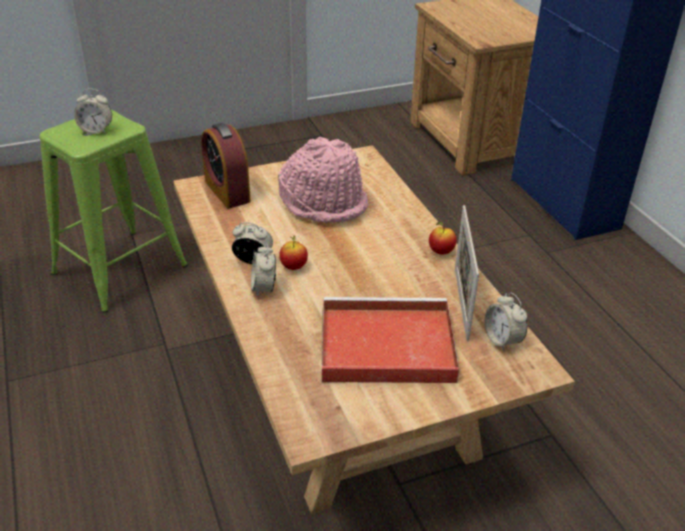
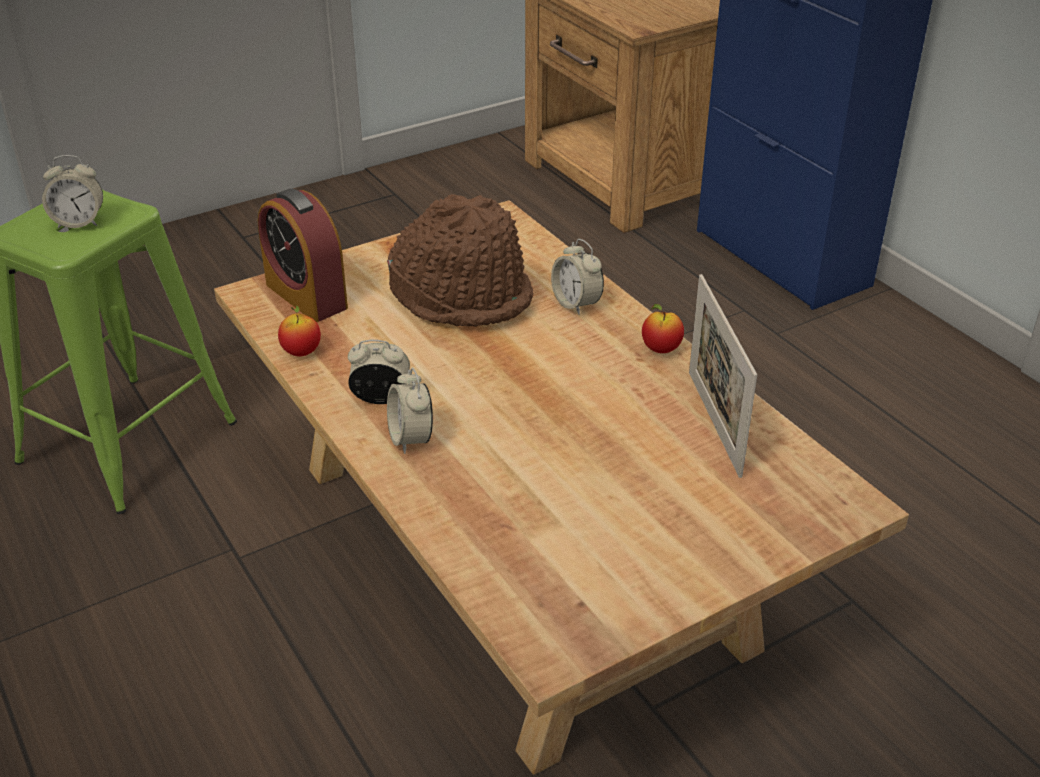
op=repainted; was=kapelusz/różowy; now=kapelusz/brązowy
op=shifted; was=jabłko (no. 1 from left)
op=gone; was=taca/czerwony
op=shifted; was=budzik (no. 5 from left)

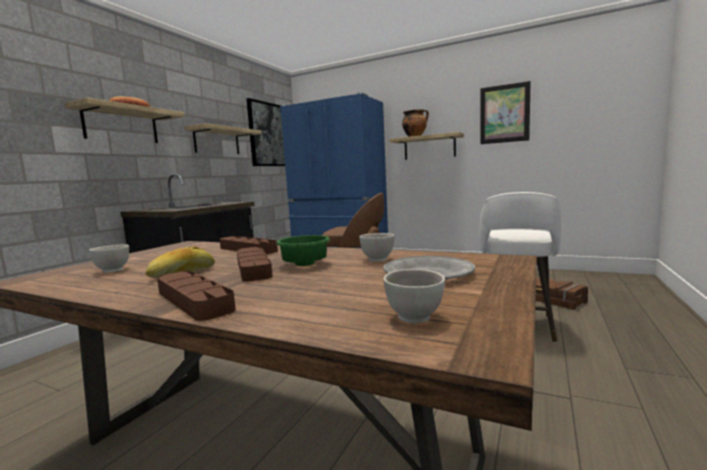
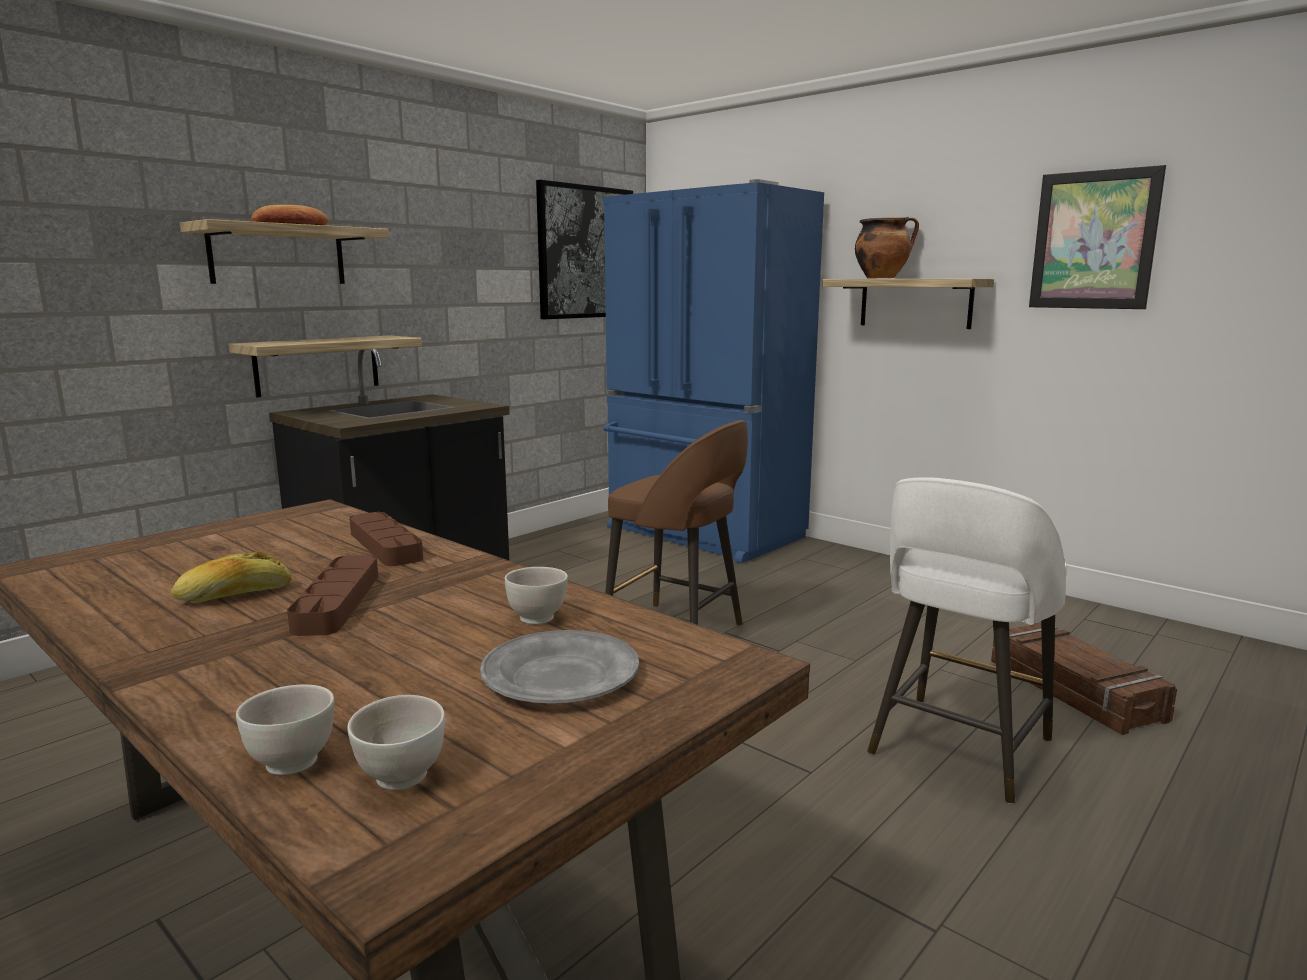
op=shifted; was=miska/biały (no. 1 from left)
op=gone; was=taca/brązowy (no. 1 from left)
op=shifted; was=półka (no. 2 from left)
op=gone; was=miska/zielony

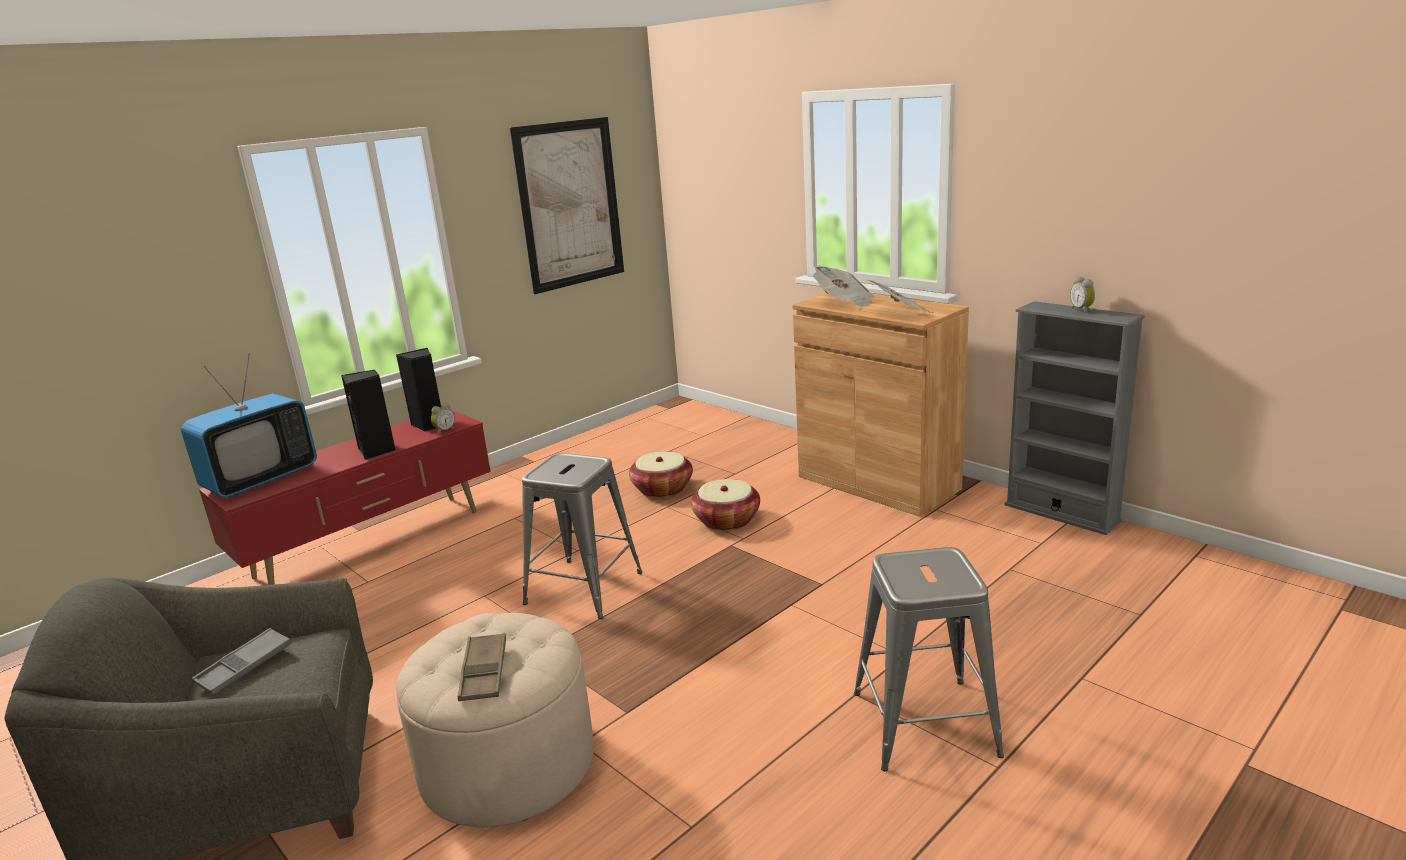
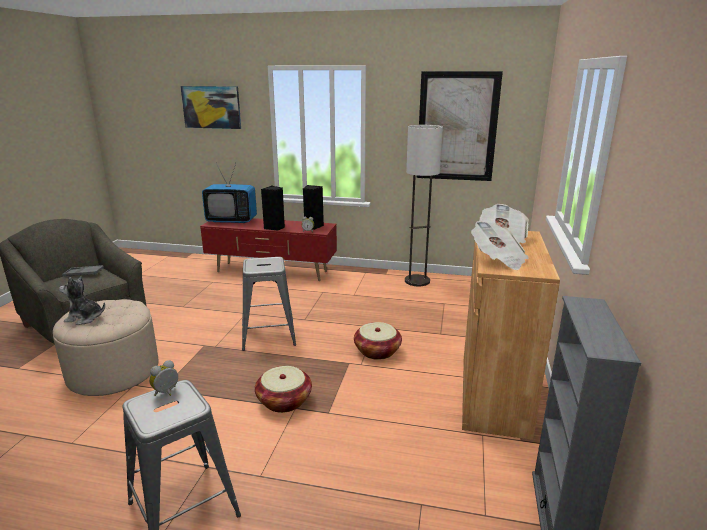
op=swapped; was=taca/brązowy; now=pluszak
op=shifted; was=koszyk (no. 1 from left)
op=shifted; was=budzik (no. 2 from left in the first image); now=budzik (no. 1 from left)
op=new; now=obraz (no. 1 from left)
op=new; now=lampa stojąca

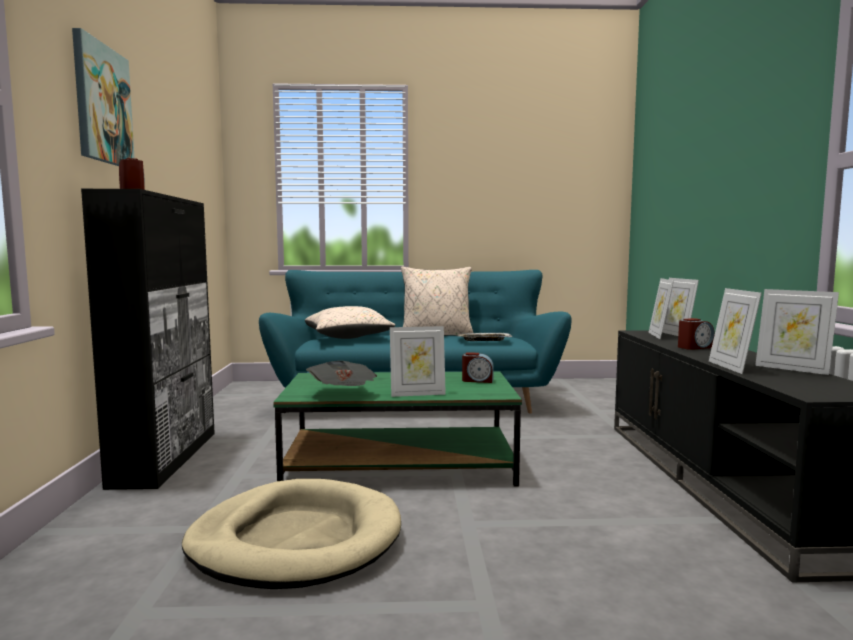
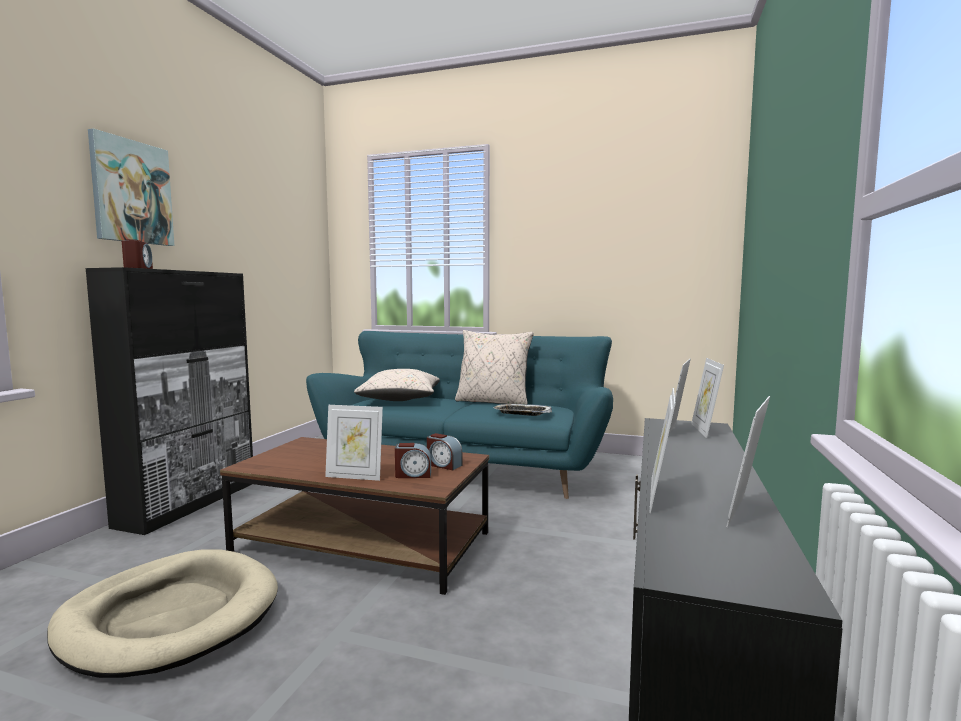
op=repainted; was=ława/zielony; now=ława/brązowy
op=gone; was=gazeta
op=shifted; was=budzik (no. 3 from left in the first image); now=budzik (no. 2 from left)
op=rotated; was=ramka na zdjęcie (no. 5 from left); clockwise=60

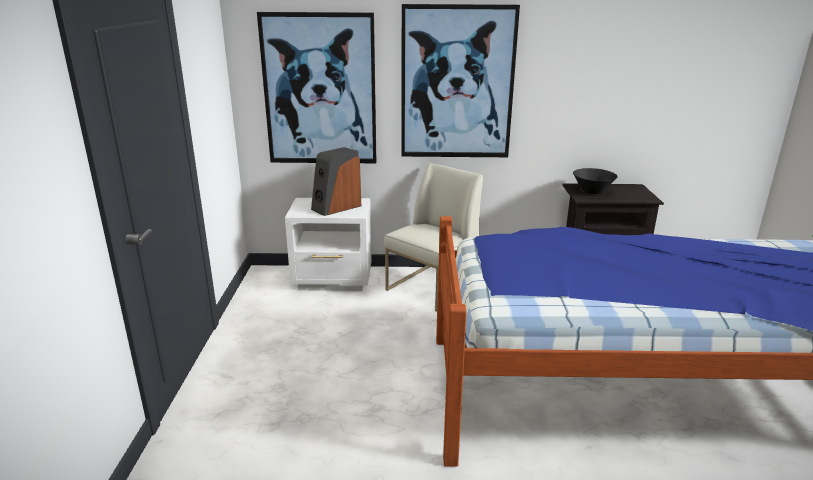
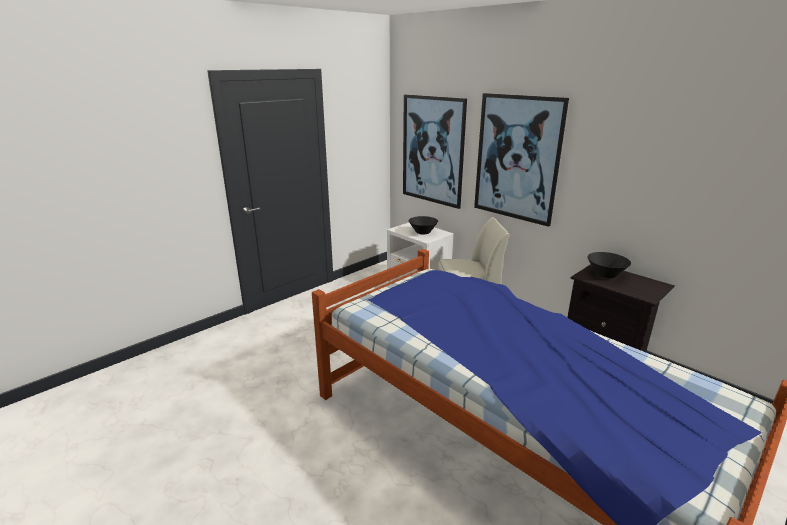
op=swapped; was=głośnik; now=miska/czarny (no. 1 from left)

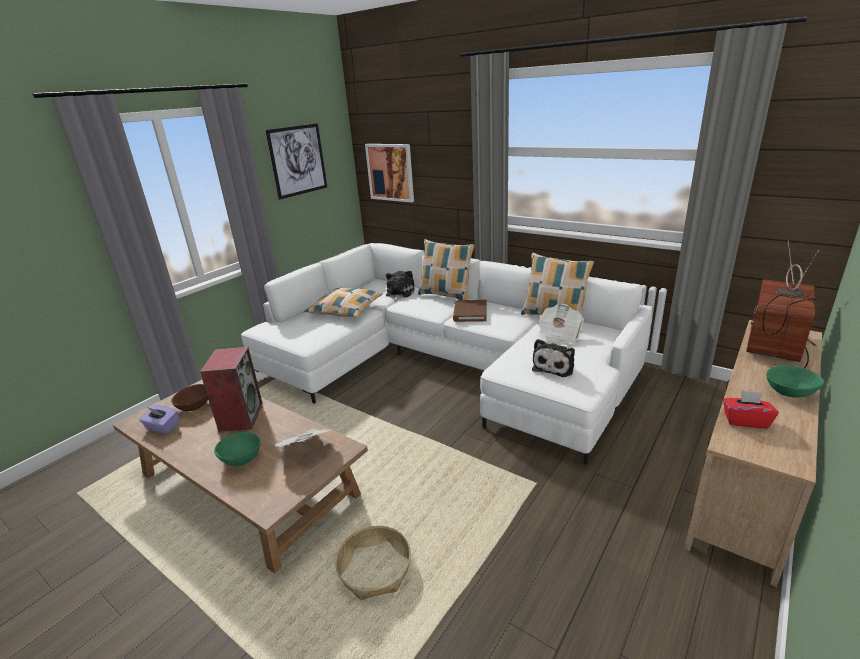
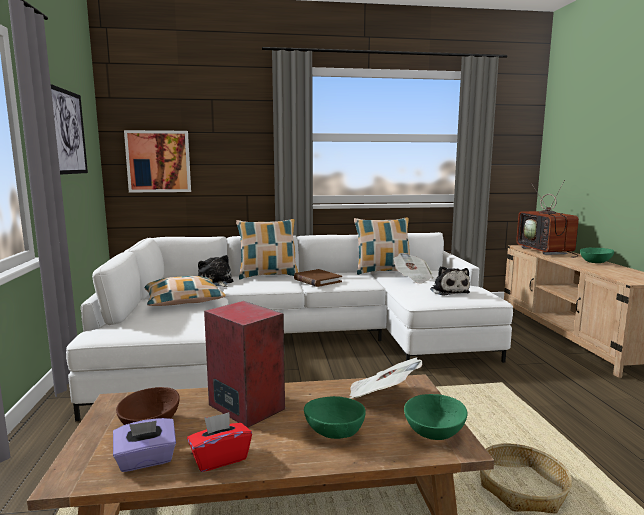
op=shifted; was=pudełko chusteczek/czerwony
op=new; now=miska/zielony (no. 2 from left)

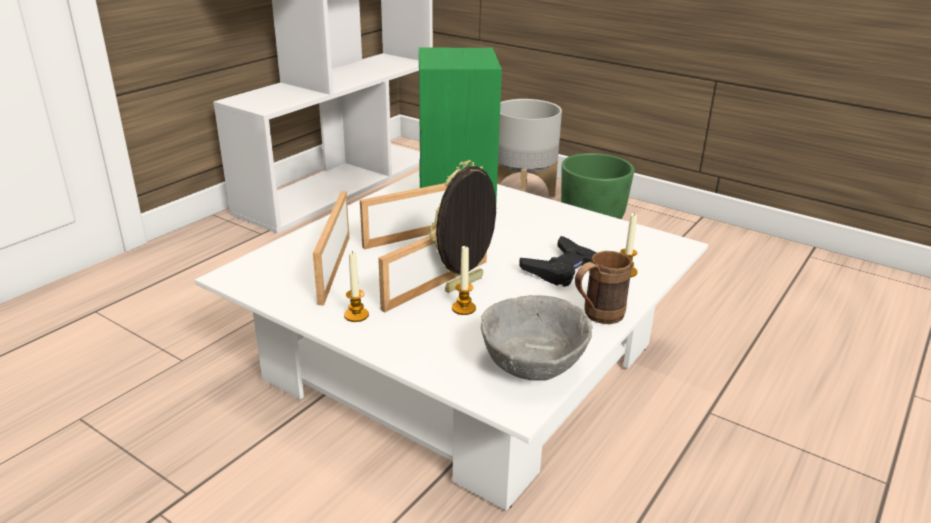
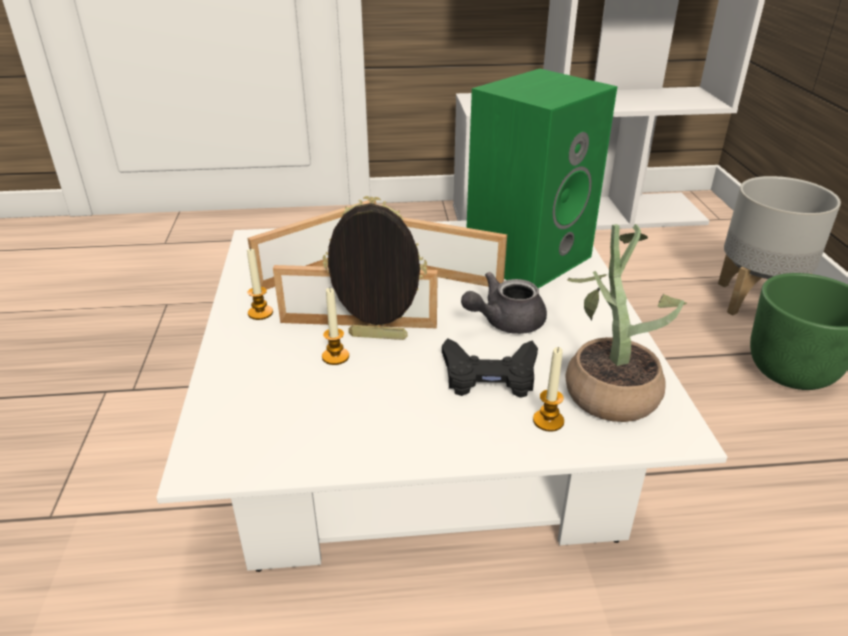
op=gone; was=miska/szary
op=gone; was=kubek/brązowy
op=new; now=imbryk/szary
op=new; now=roślina doniczkowa

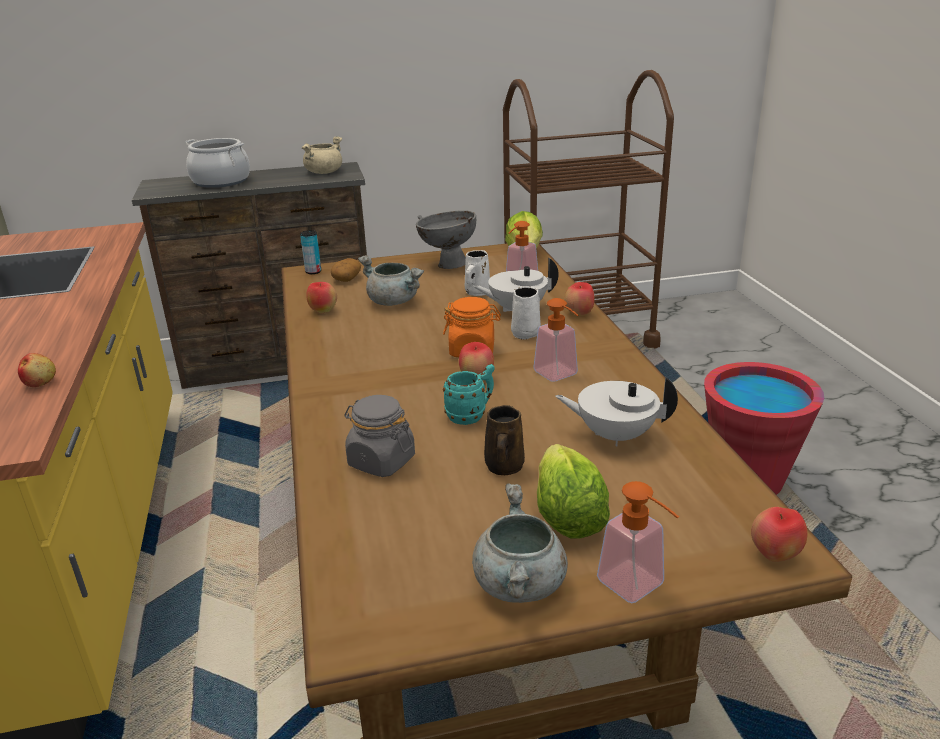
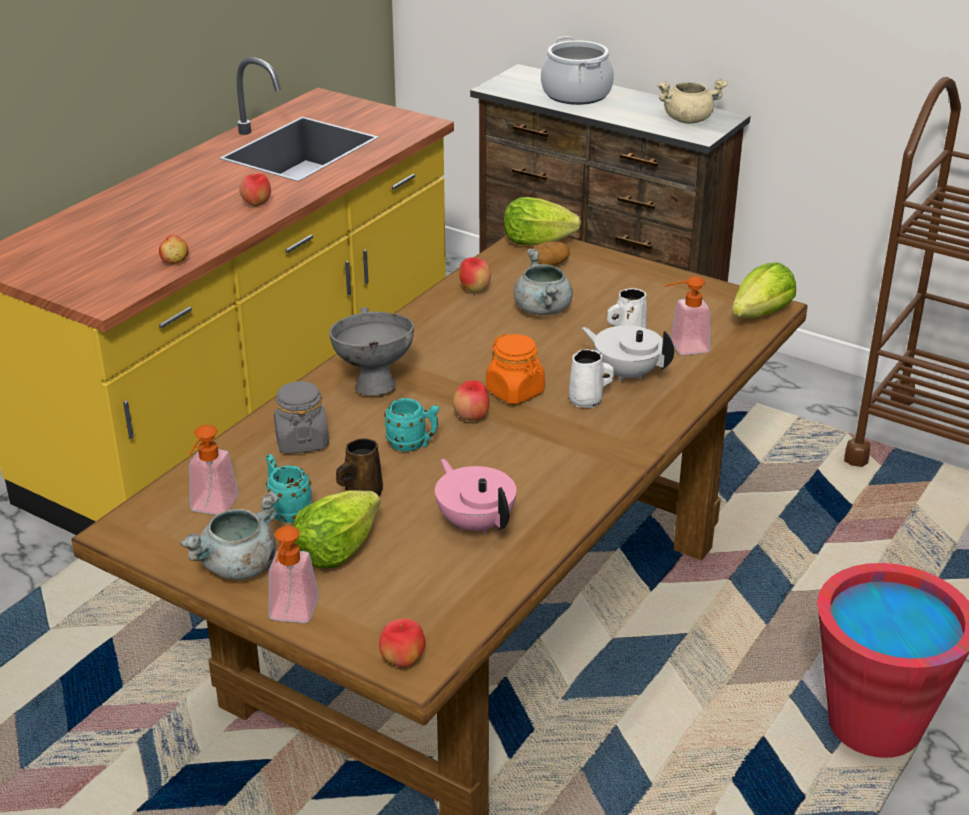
op=swapped; was=puszka; now=sałata (no. 2 from left)
op=shifted; was=miska/szary
op=shifted; was=dozownik mydła (no. 2 from left in the first image); now=dozownik mydła (no. 1 from left)
op=repainted; was=imbryk/biały (no. 2 from left); now=imbryk/różowy
op=shifted; was=jabłko (no. 4 from left in the first image); now=jabłko (no. 2 from left)
op=new; now=kubek/turkusowy (no. 1 from left)

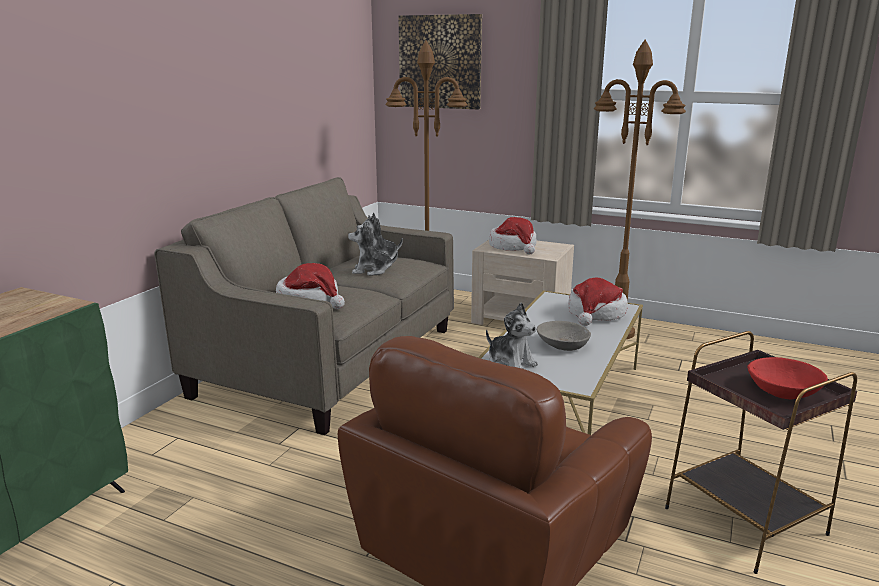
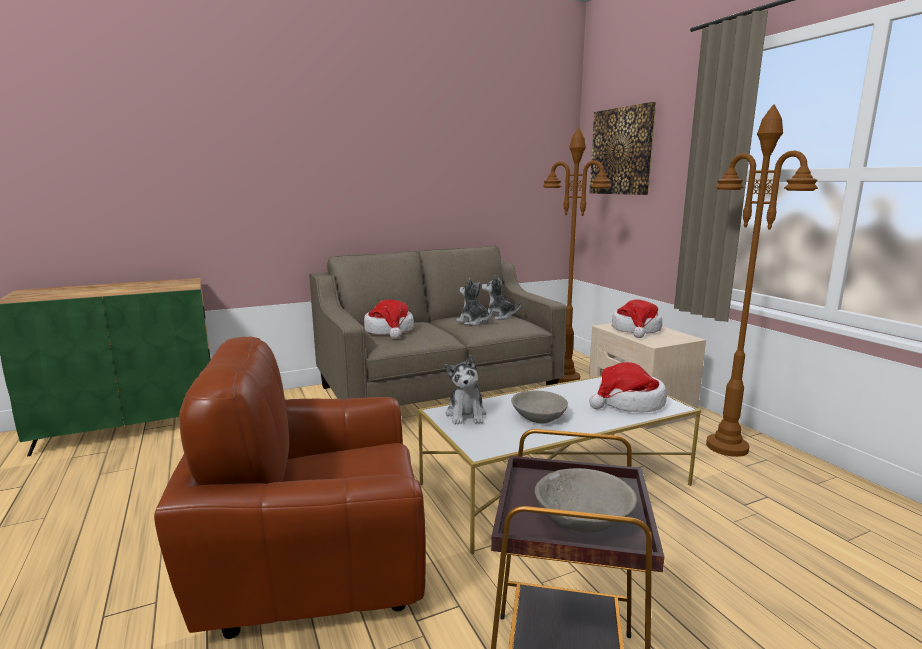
op=repainted; was=miska/czerwony; now=miska/szary (no. 2 from left)

